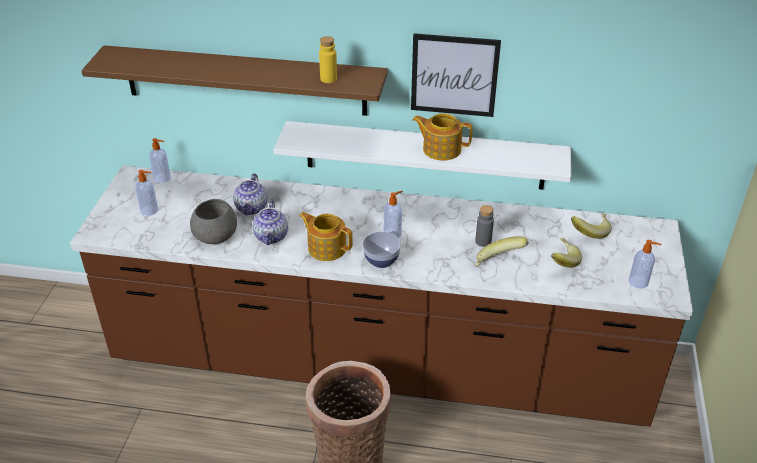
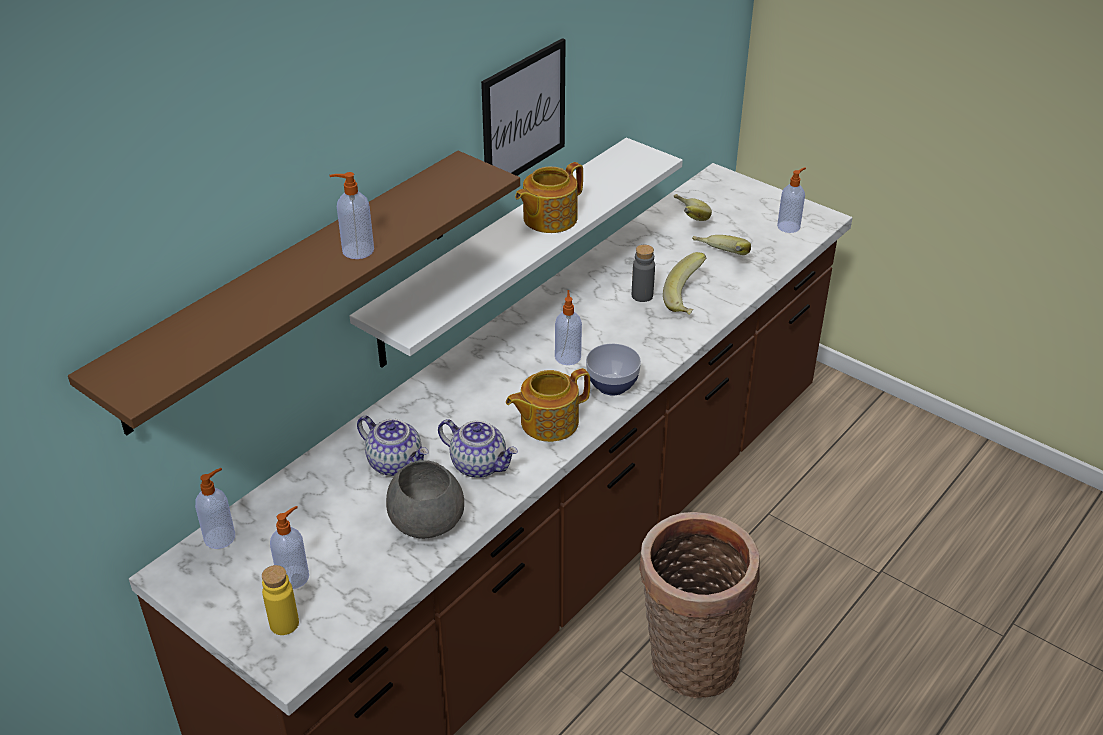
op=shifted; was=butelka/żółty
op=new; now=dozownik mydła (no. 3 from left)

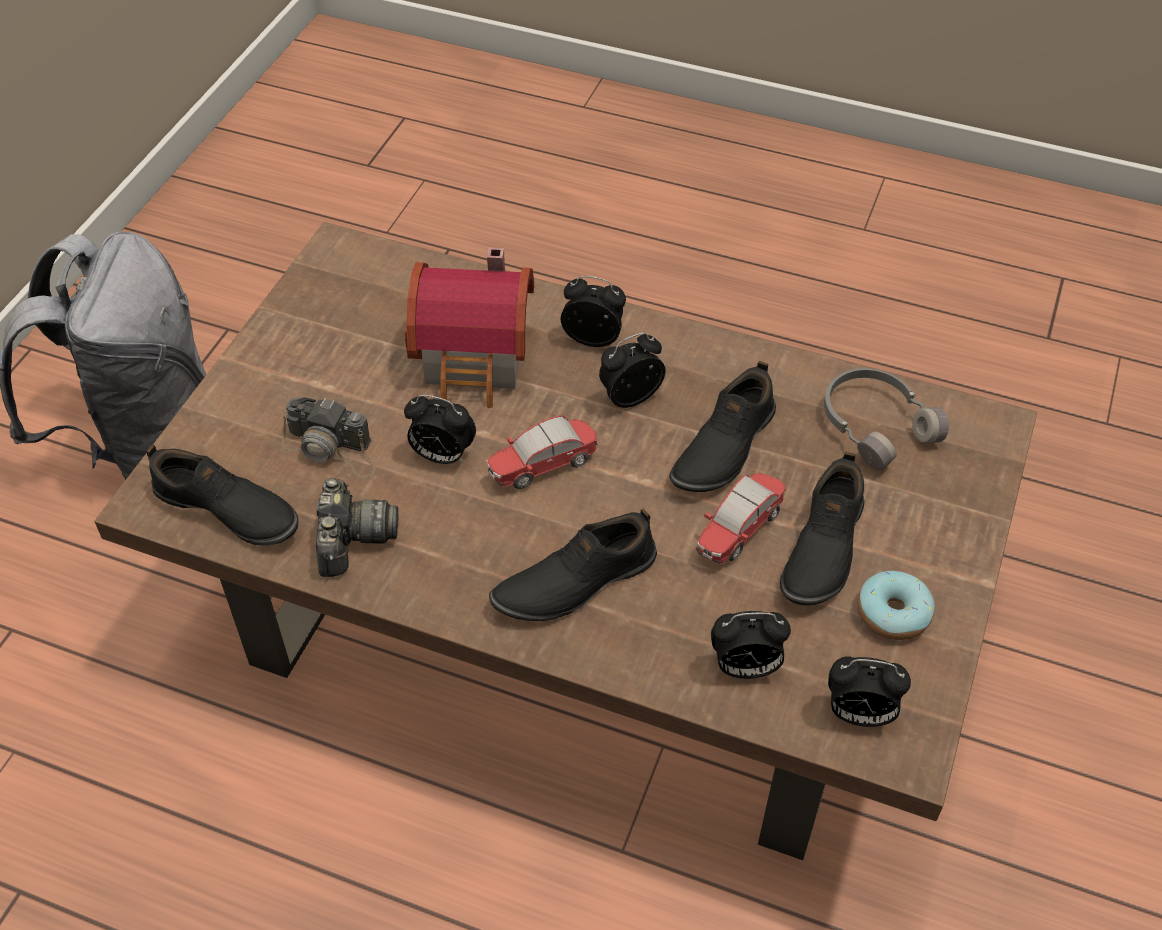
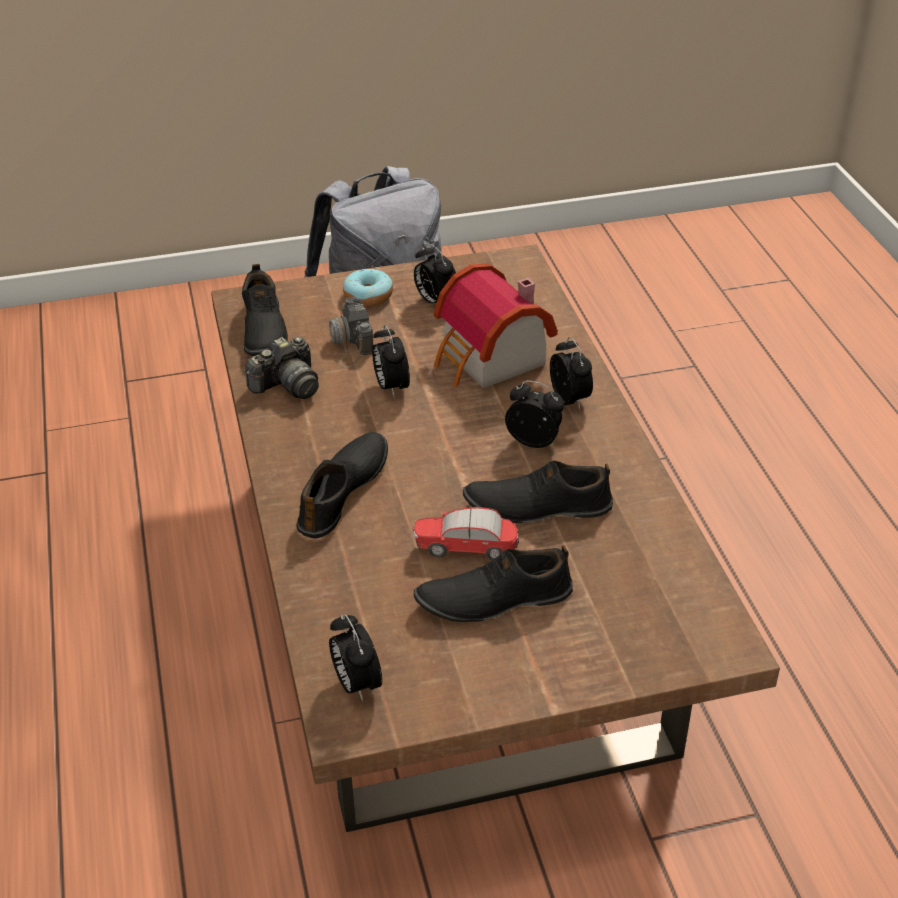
op=gone; was=samochodzik (no. 1 from left)
op=rotated; was=but/czarny (no. 2 from left); clockwise=90
op=shifted; was=budzik (no. 4 from left in the first image); now=budzik (no. 3 from left)
op=gone; was=słuchawki/szary
op=shifted; was=donut

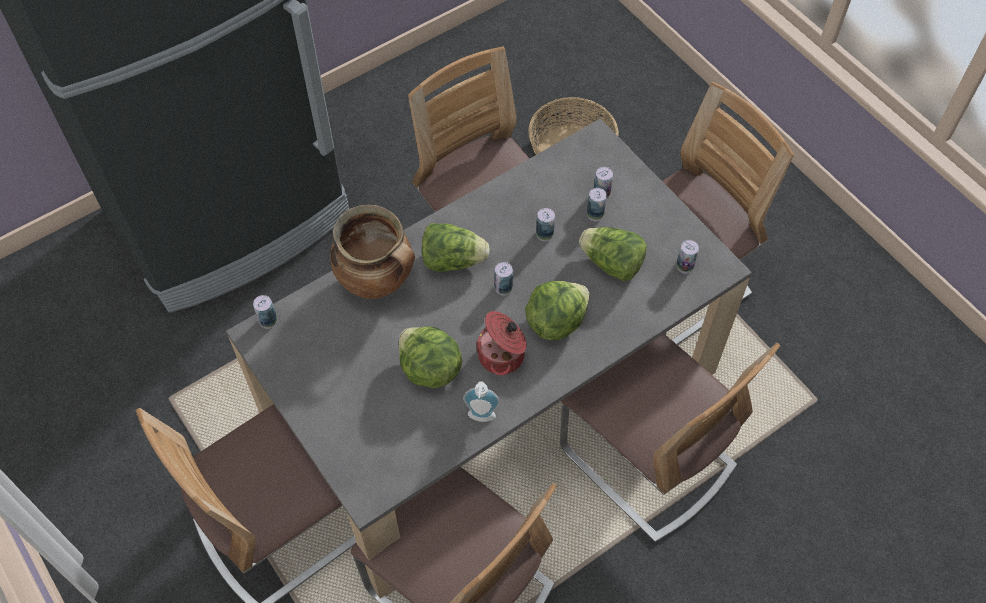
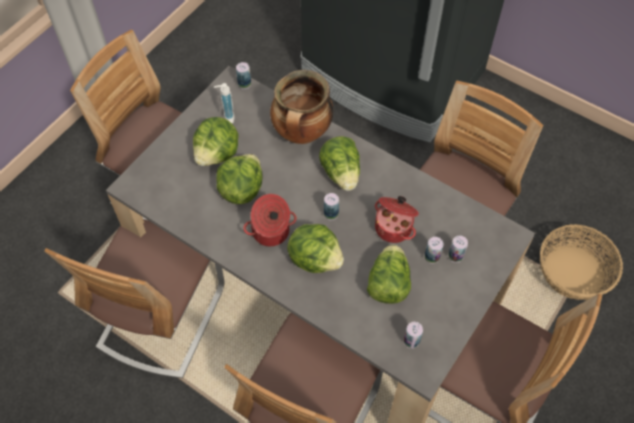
op=shifted; was=dozownik mydła
op=swapped; was=puszka (no. 3 from left); now=garnek (no. 3 from left)
op=new; now=sałata (no. 1 from left)

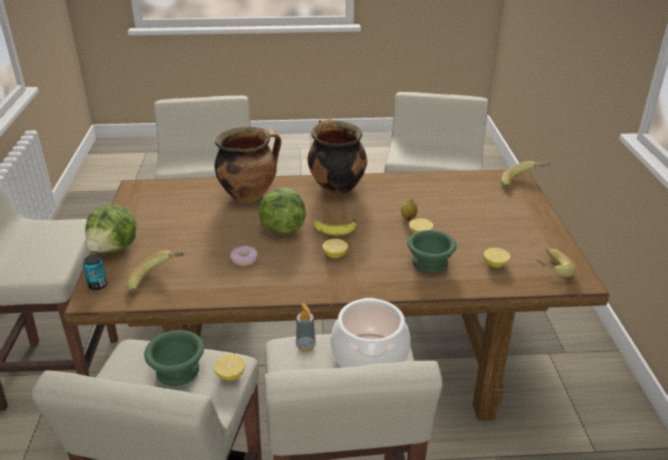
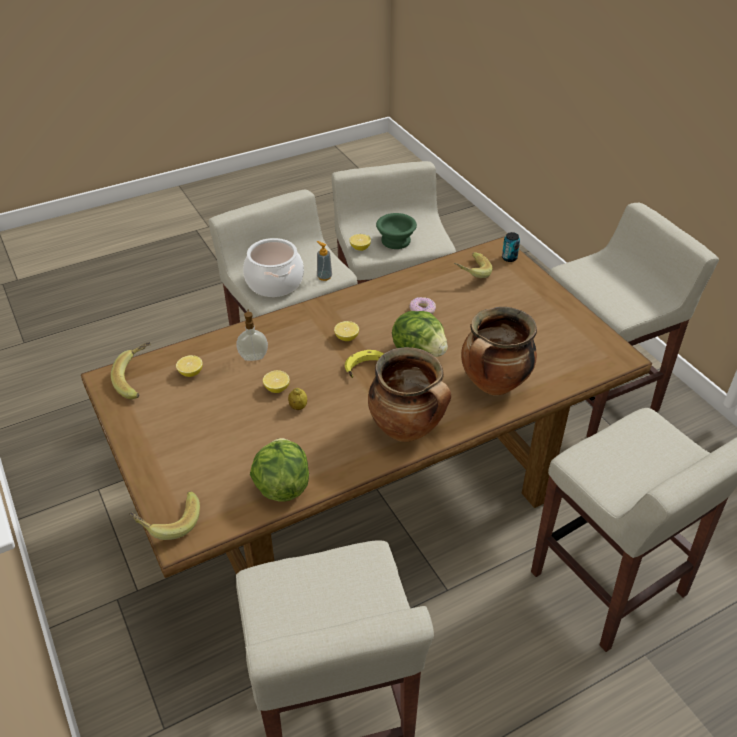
op=shifted; was=sałata (no. 1 from left)
op=swapped; was=miska/zielony (no. 2 from left); now=dozownik mydła (no. 1 from left)

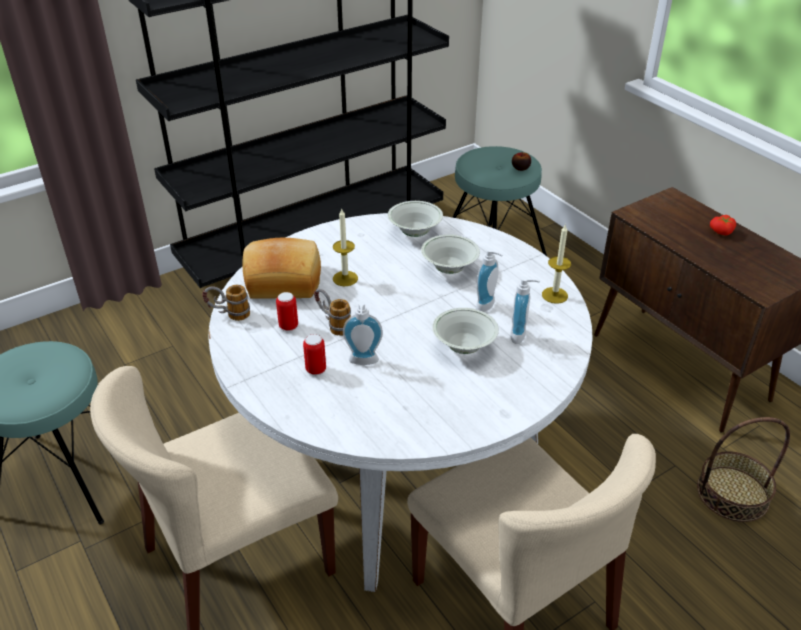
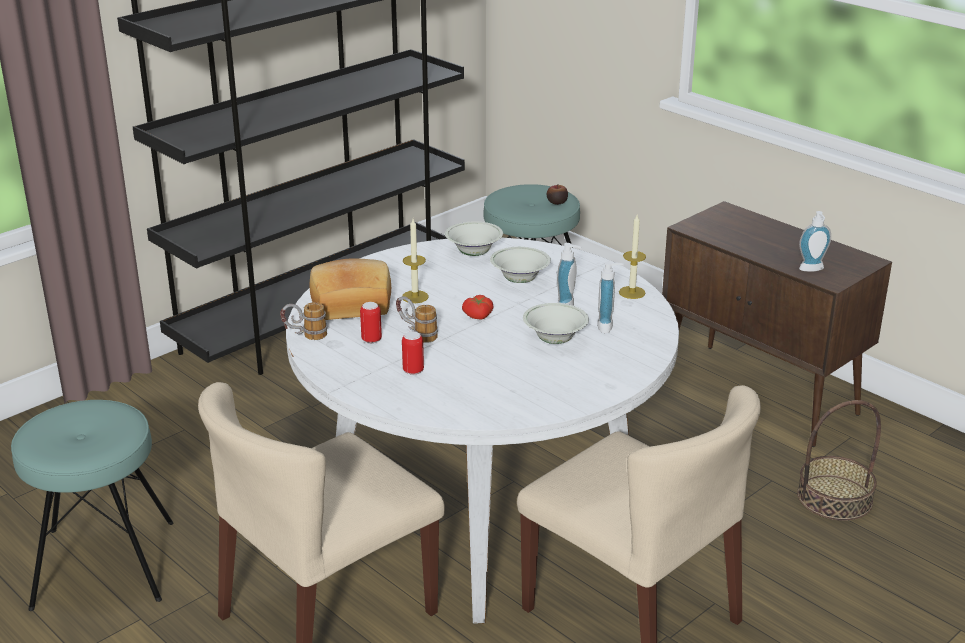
op=shifted; was=dozownik mydła (no. 1 from left in the first image); now=dozownik mydła (no. 3 from left)
op=shifted; was=pomidor

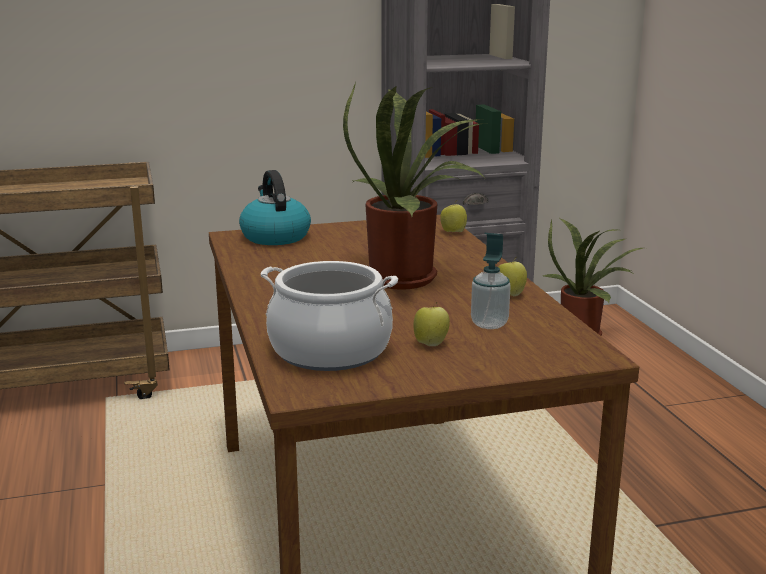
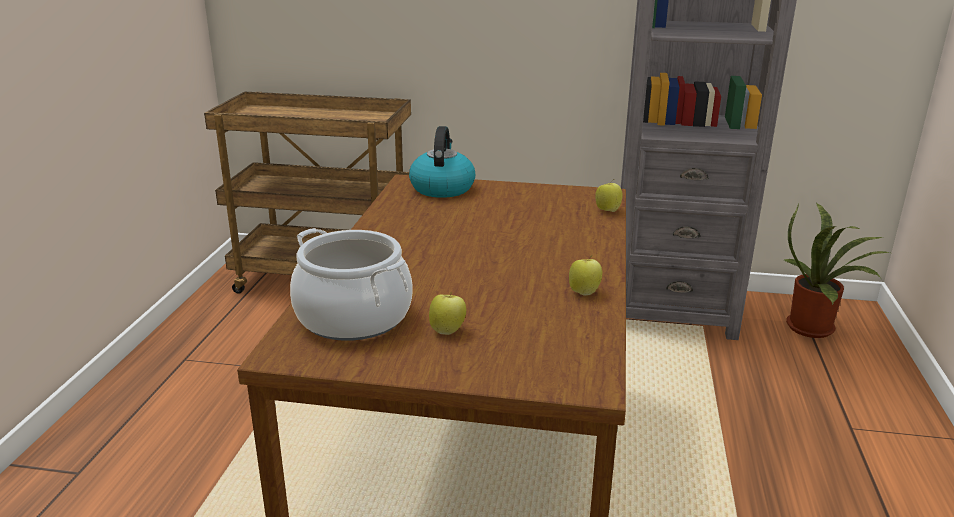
op=gone; was=roślina doniczkowa (no. 1 from left)
op=gone; was=dozownik mydła

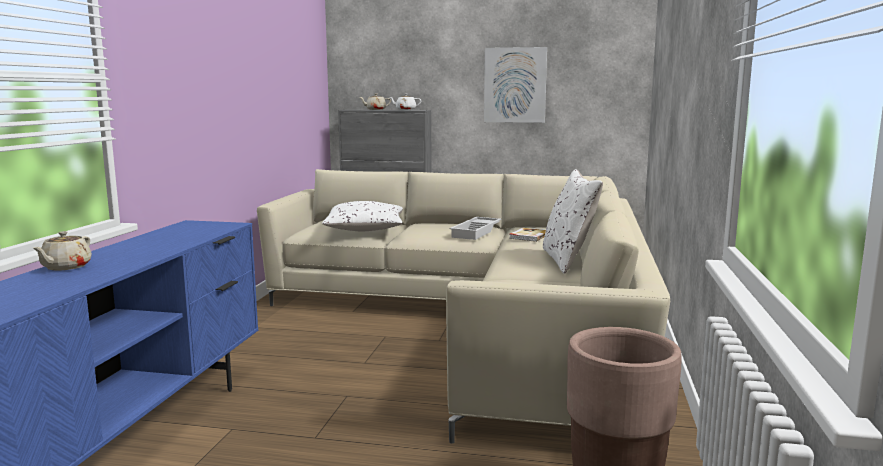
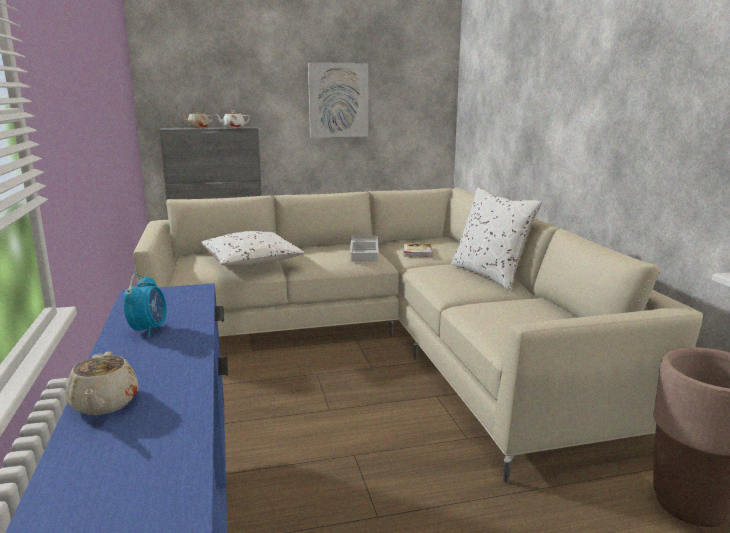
op=new; now=budzik

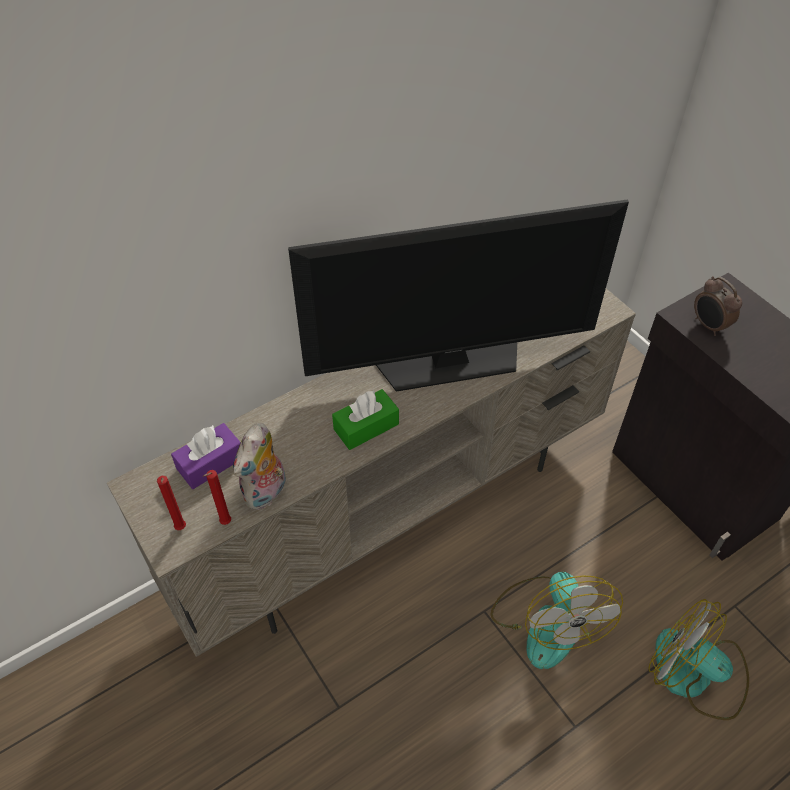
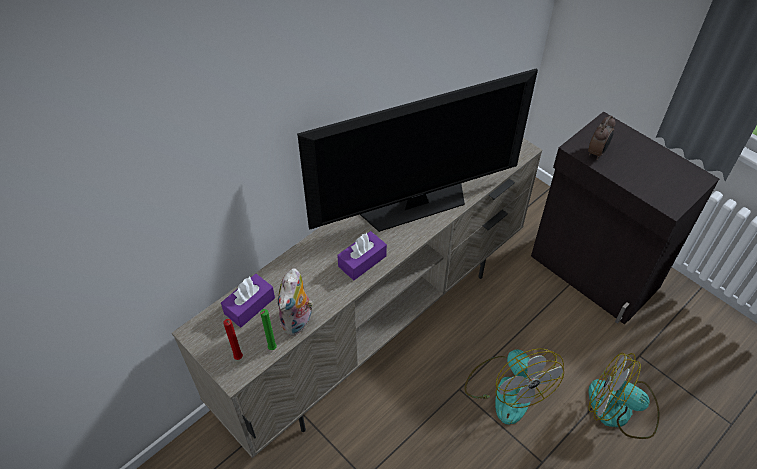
op=repainted; was=świeca/czerwony (no. 2 from left); now=świeca/zielony
op=repainted; was=pudełko chusteczek/zielony; now=pudełko chusteczek/fioletowy (no. 2 from left)
op=rotated; was=budzik; clockwise=-105

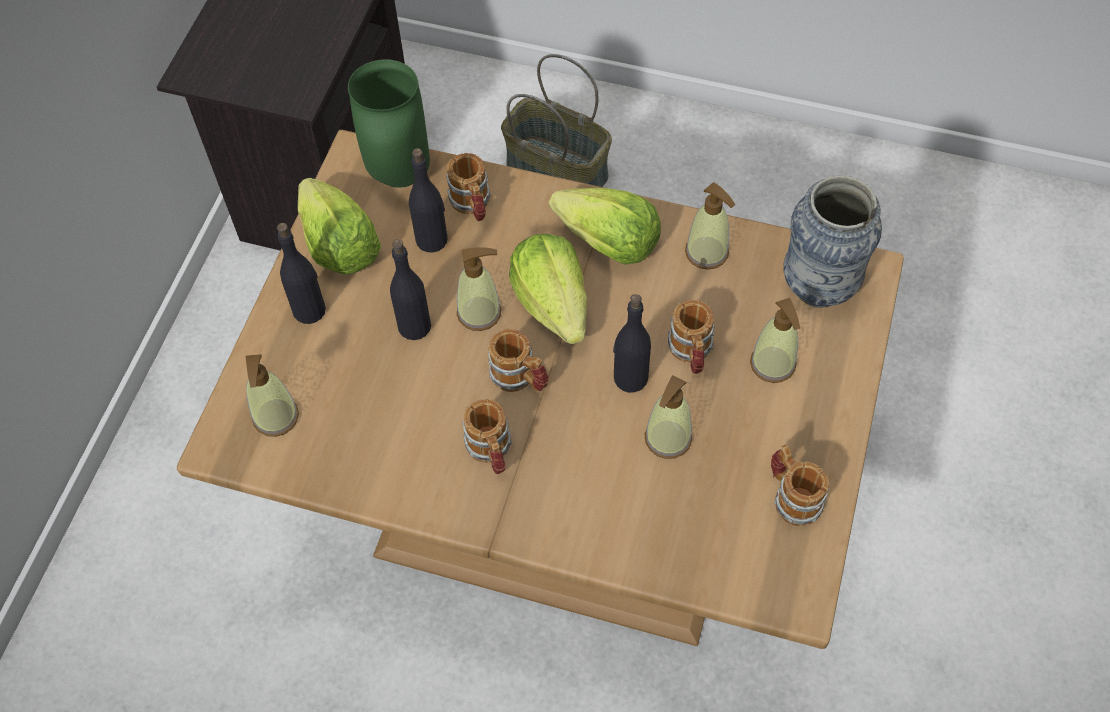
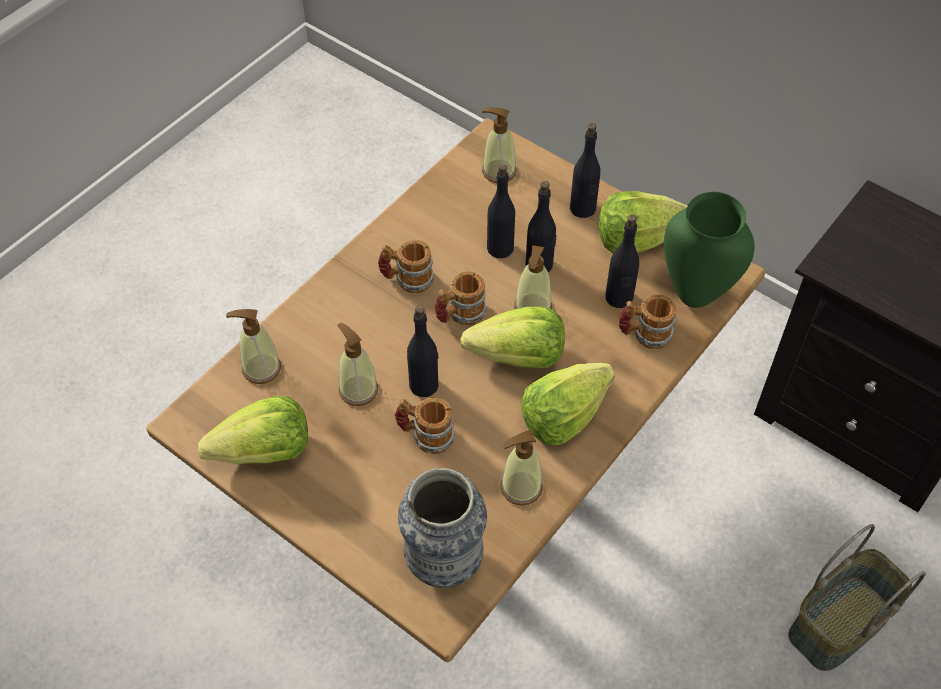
op=shifted; was=dozownik mydła (no. 5 from left in the first image); now=dozownik mydła (no. 1 from left)
op=swapped; was=kubek (no. 5 from left); now=sałata (no. 1 from left)
op=new; now=butelka/czarny (no. 2 from left)

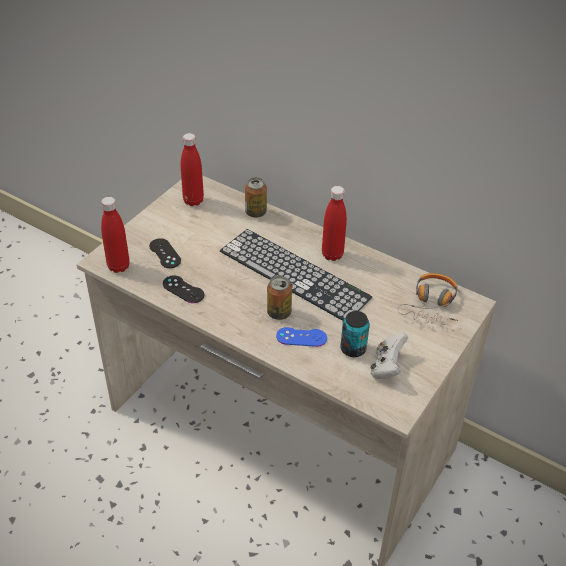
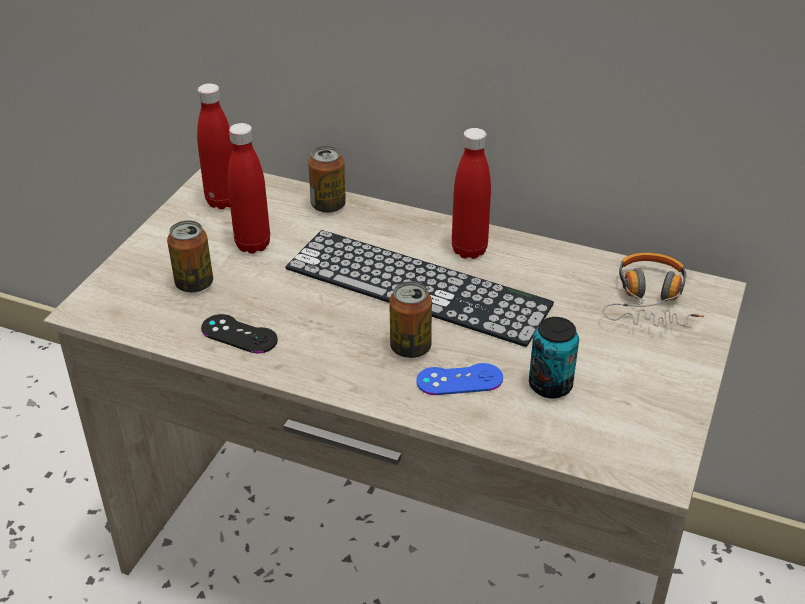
op=shifted; was=butelka/czerwony (no. 1 from left in the first image); now=butelka/czerwony (no. 2 from left)
op=swapped; was=pad do gier/czarny (no. 1 from left); now=puszka (no. 1 from left)
op=gone; was=pad do gier/biały

